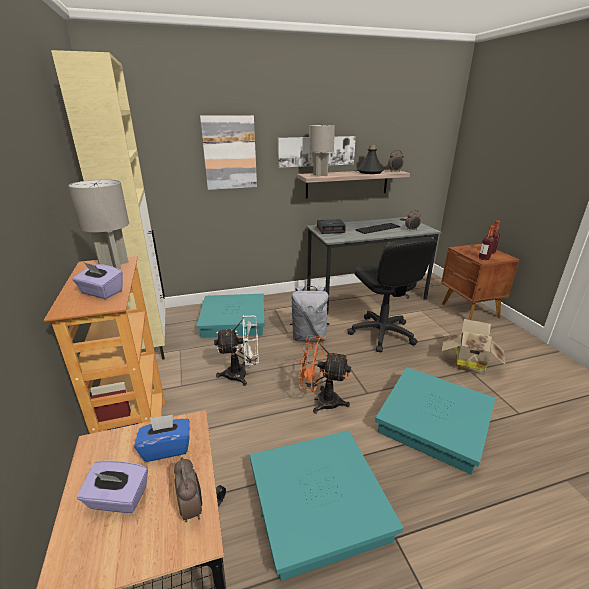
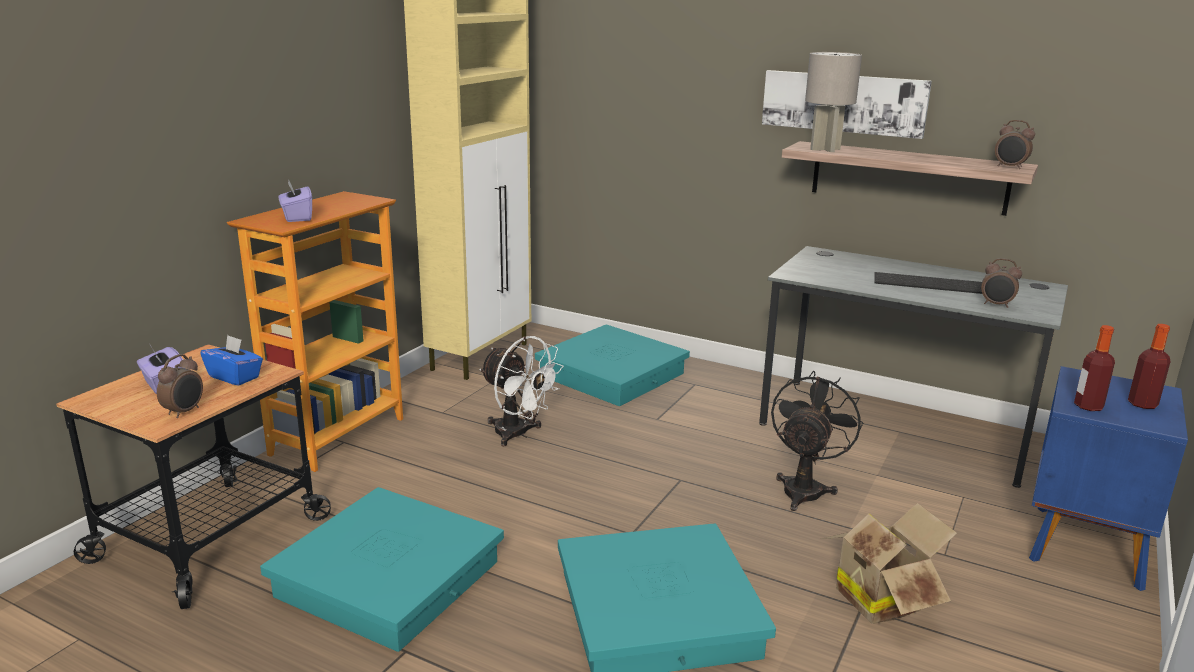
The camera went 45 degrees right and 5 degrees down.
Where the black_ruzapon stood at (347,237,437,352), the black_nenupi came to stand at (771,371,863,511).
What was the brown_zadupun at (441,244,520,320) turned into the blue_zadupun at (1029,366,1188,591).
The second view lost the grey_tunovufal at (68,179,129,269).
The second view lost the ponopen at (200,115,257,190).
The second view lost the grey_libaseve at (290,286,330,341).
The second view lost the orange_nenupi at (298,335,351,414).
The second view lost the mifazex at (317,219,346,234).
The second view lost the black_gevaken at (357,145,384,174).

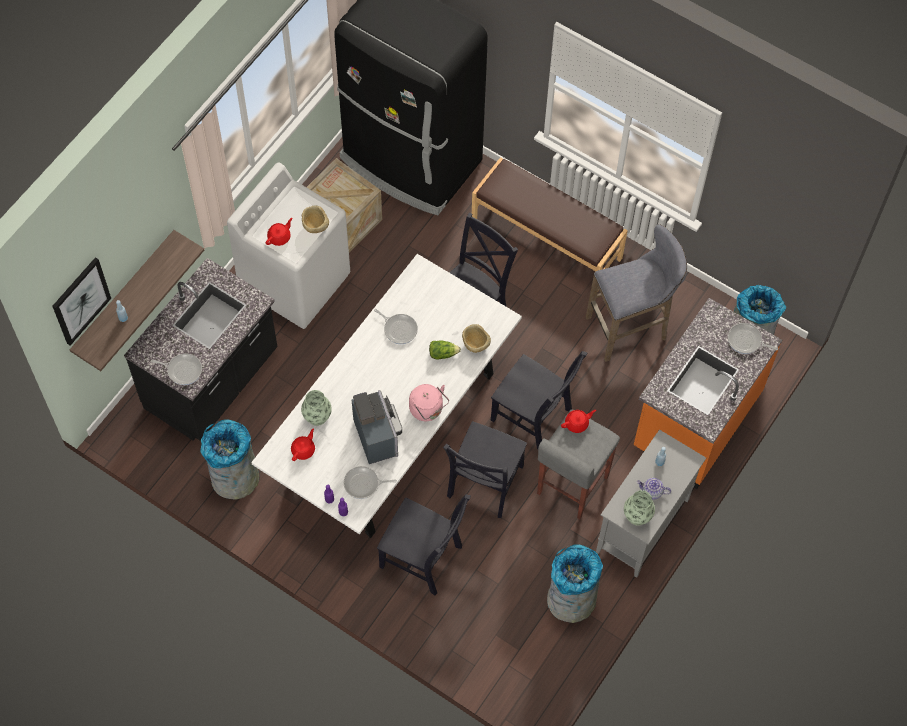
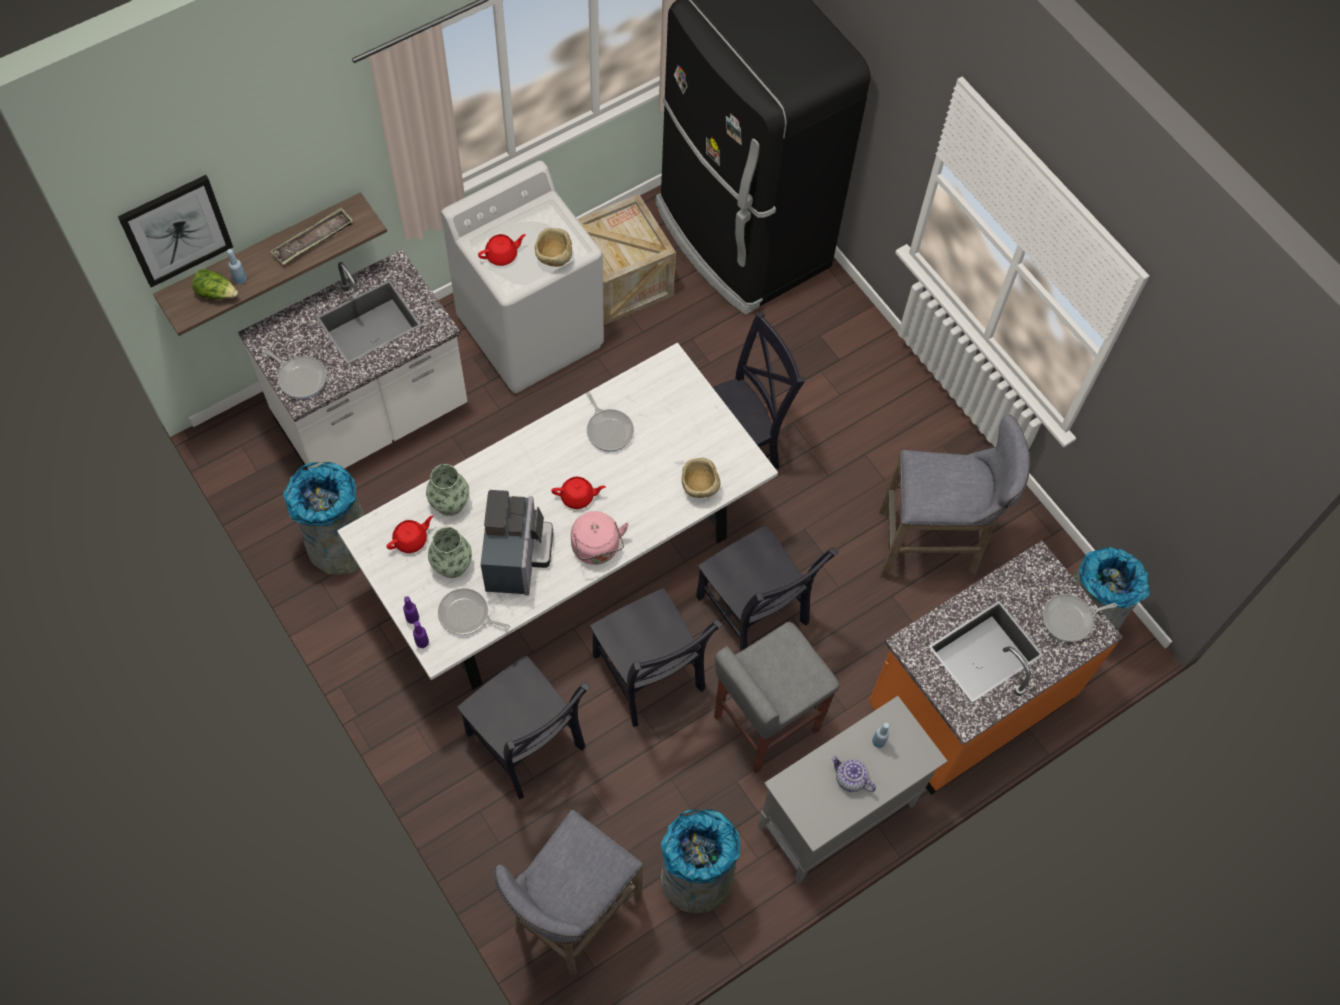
The camera went 20 degrees right and 0 degrees up.
The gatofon ended up elsewhere, having gone from (429,341,461,359) to (192,269,238,300).
What was the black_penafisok at (124,258,277,441) turned into the white_penafisok at (238,250,468,470).
The second view gained the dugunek at (271,208,353,265).
The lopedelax ended up elsewhere, having gone from (624,490,655,526) to (428,527,472,578).
The second view gained the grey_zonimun at (494,810,643,977).
The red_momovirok ended up elsewhere, having gone from (561,410,596,433) to (551,477,606,509).
The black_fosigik at (443,421,527,518) ended up facing another way, 75 degrees counterclockwise from before.
The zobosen at (728,323,778,354) ended up facing another way, 60 degrees counterclockwise from before.
The second view lost the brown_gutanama at (472,157,628,291).

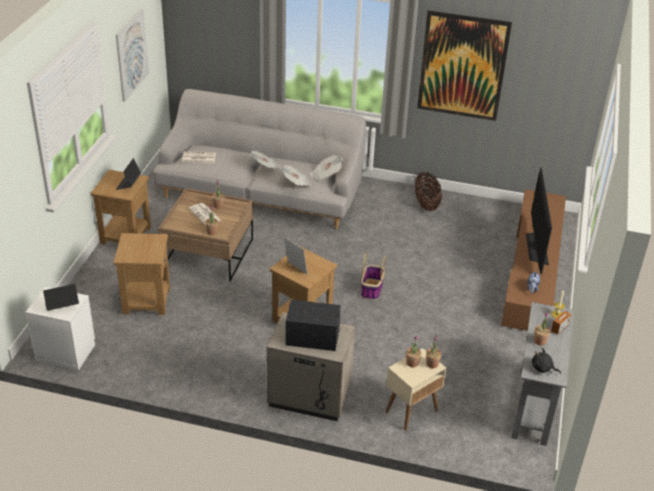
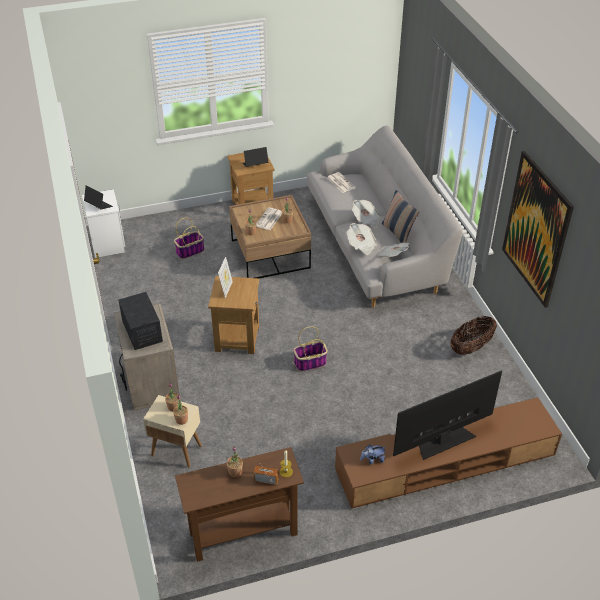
The camera went 60 degrees right and 5 degrees up.
Where the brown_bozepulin stood at (114,233,170,315), the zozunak came to stand at (174,218,204,259).
What was the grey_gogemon at (511,302,573,446) turned into the brown_gogemon at (175,447,304,562).
The second view gained the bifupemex at (382,190,419,243).
The second view lost the ponopen at (116,9,149,102).
The second view lost the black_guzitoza at (532,348,561,374).

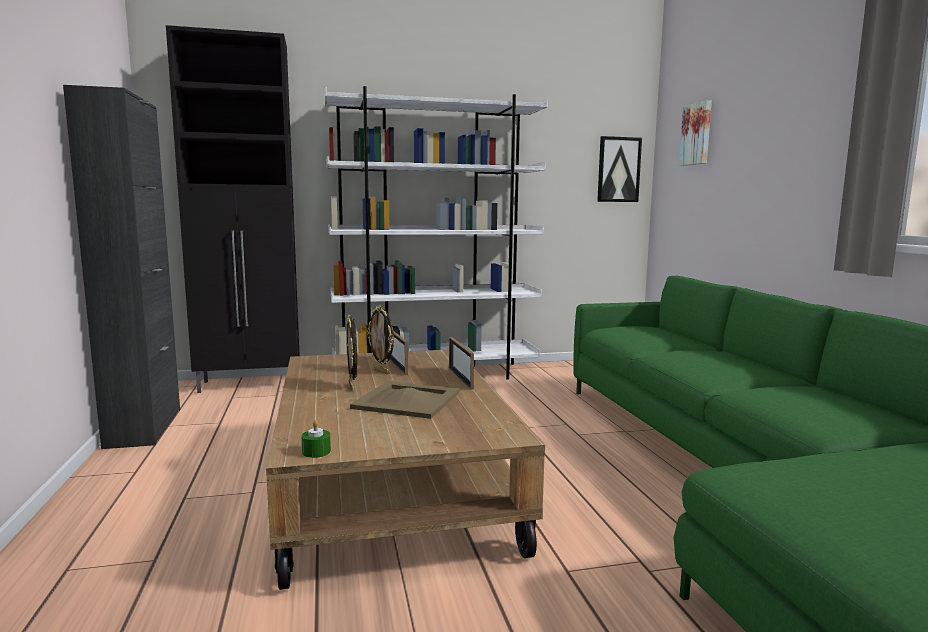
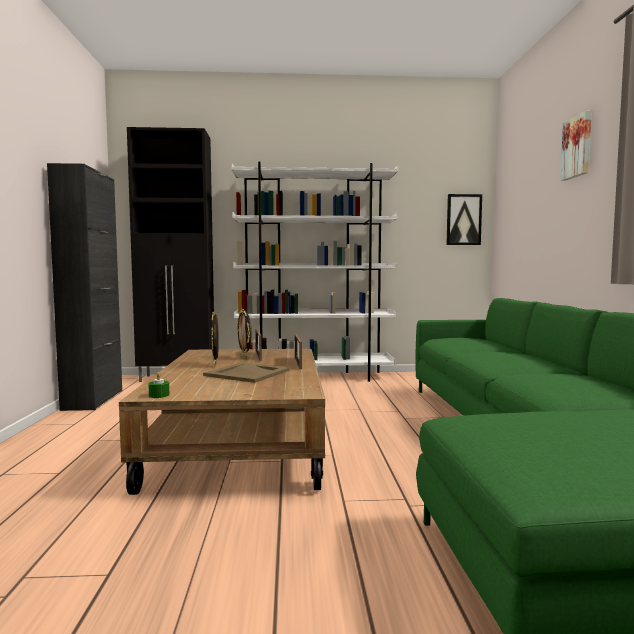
The camera went 10 degrees right and 5 degrees down.
The ponopen ended up elsewhere, having gone from (679,100,712,166) to (560,110,592,181).

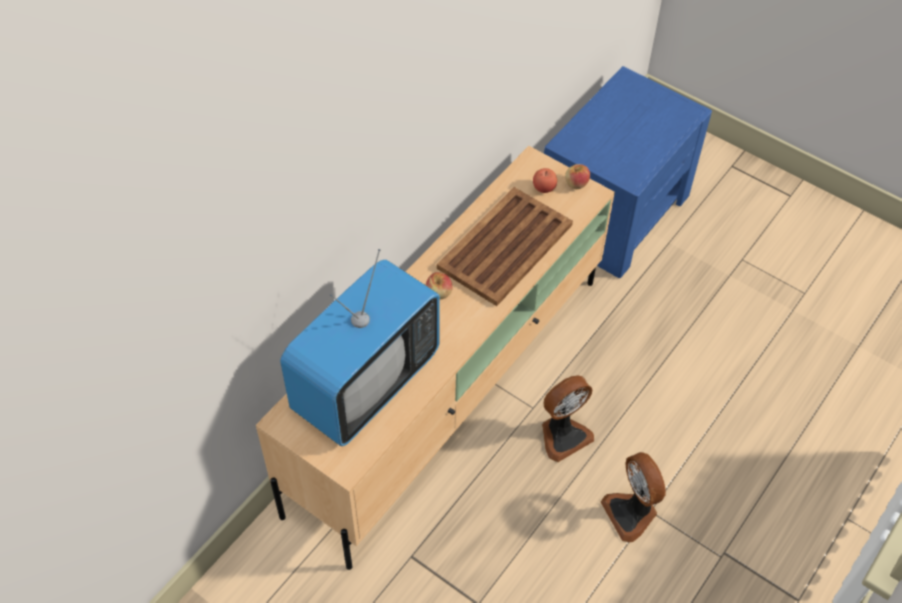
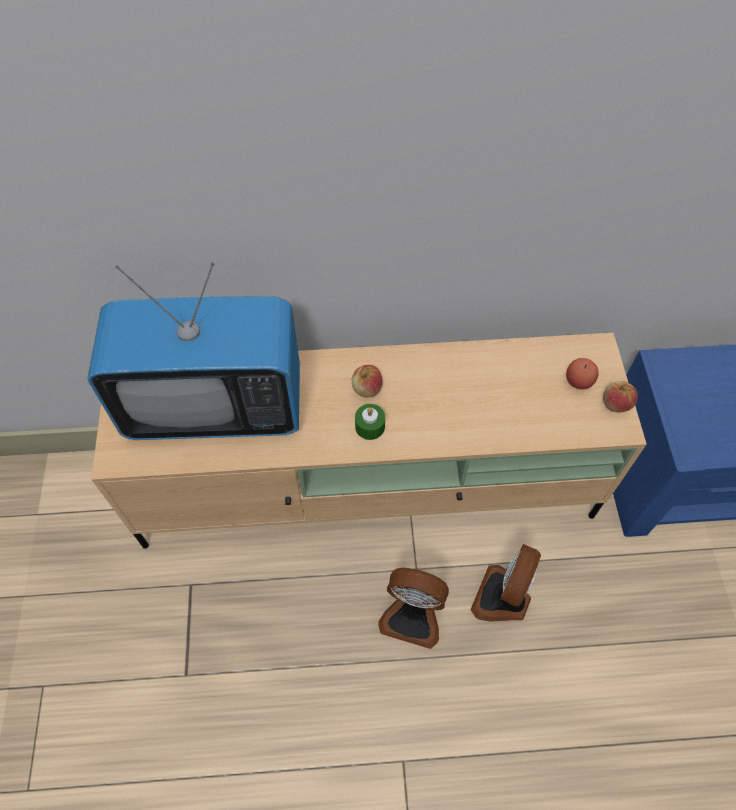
The camera went 50 degrees right and 5 degrees up.
The second view gained the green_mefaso at (355,404,385,440).
The nenupi ended up elsewhere, having gone from (601,452,666,542) to (471,544,541,622).
The second view lost the brown_dugunek at (437,187,573,306).

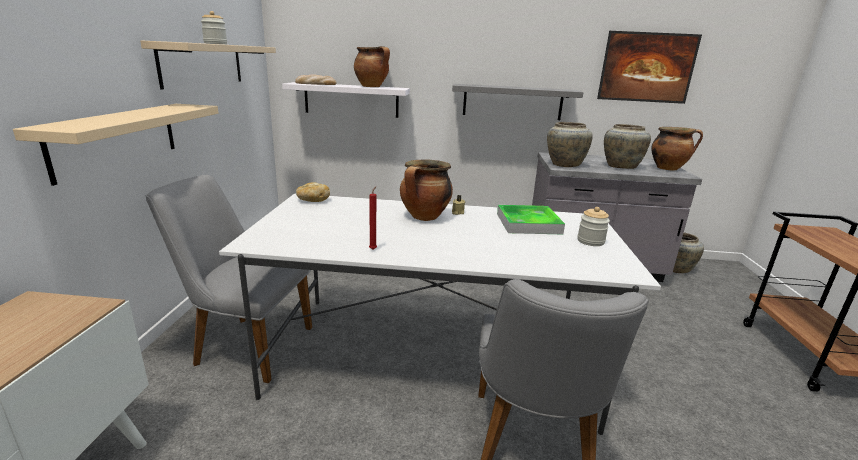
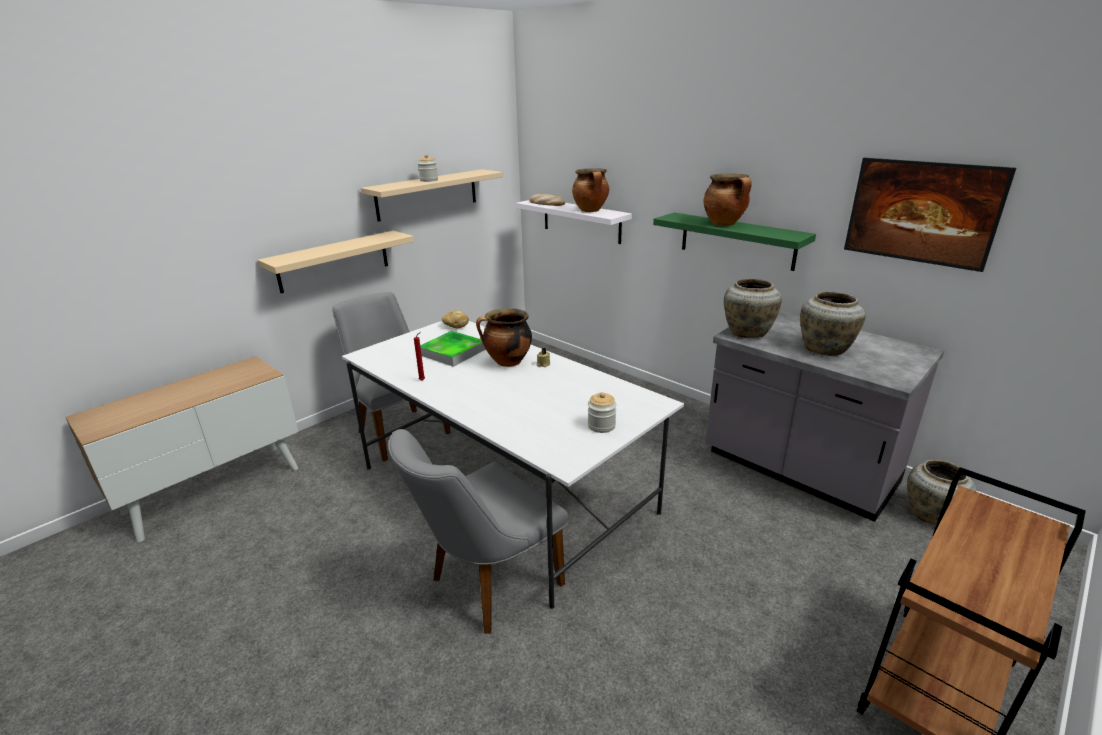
The camera went 40 degrees right and 5 degrees up.
The dugunek ended up elsewhere, having gone from (497,205,565,234) to (420,331,486,367).
What was the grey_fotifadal at (452,84,584,120) turned into the green_fotifadal at (653,212,816,271).
The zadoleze ended up elsewhere, having gone from (651,127,703,171) to (703,174,752,226).

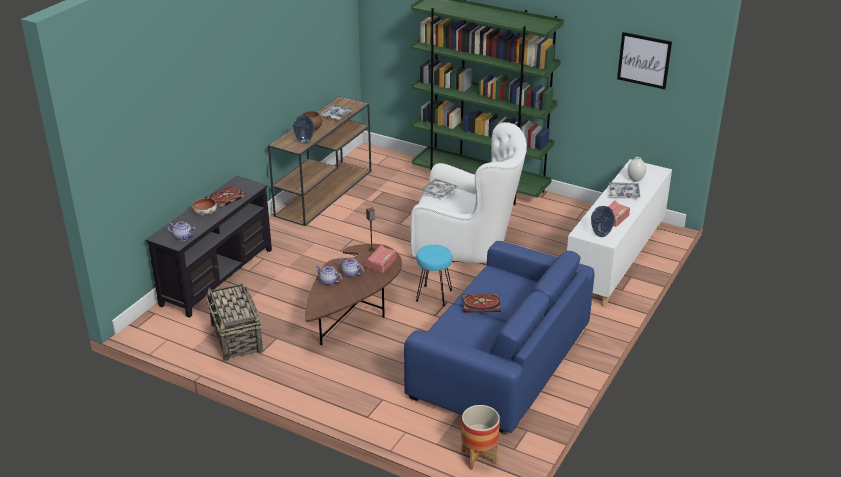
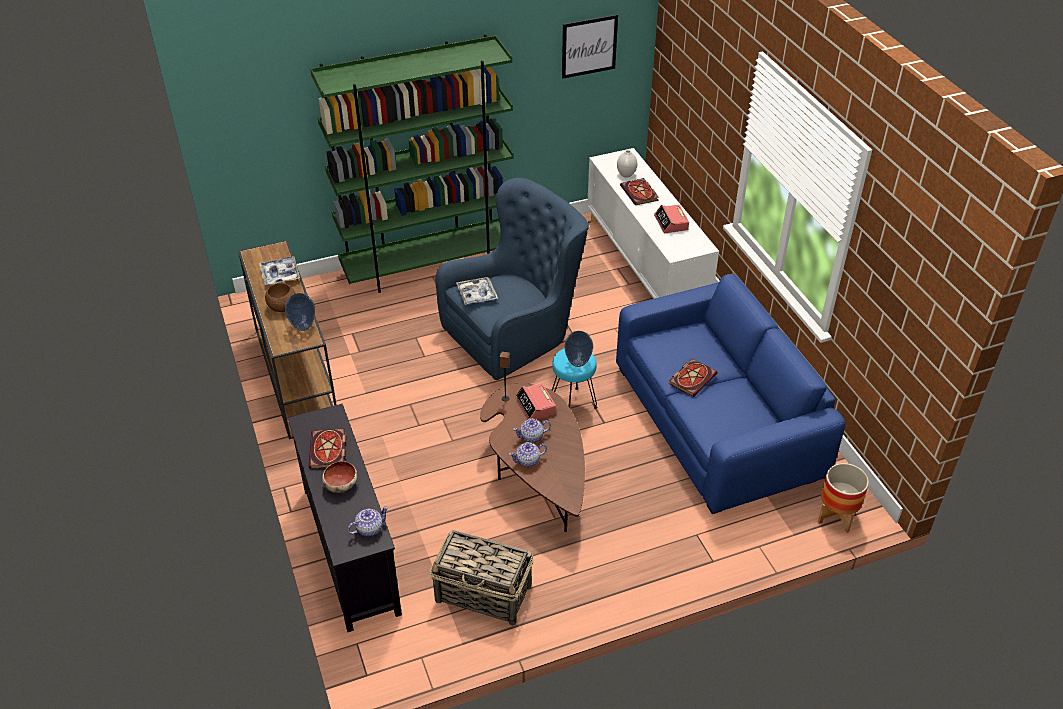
The camera went 50 degrees left and 10 degrees up.
What was the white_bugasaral at (411,122,527,263) turned into the blue_bugasaral at (436,178,589,380).
The lopedelax ended up elsewhere, having gone from (591,206,615,237) to (564,331,593,367).
Where the dugunek stood at (609,182,640,198), the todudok came to stand at (620,178,659,205).

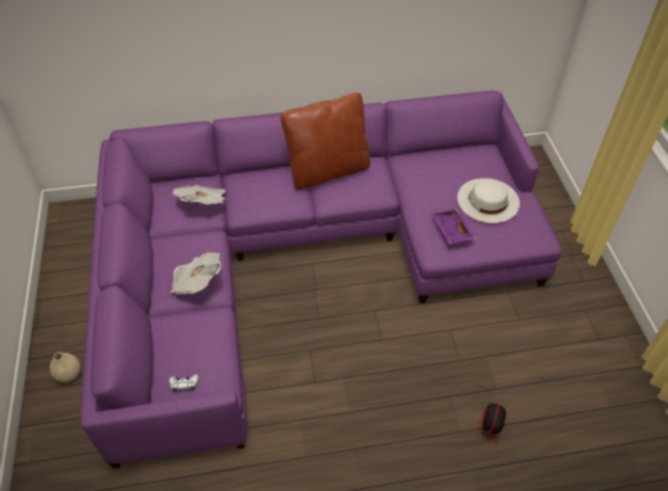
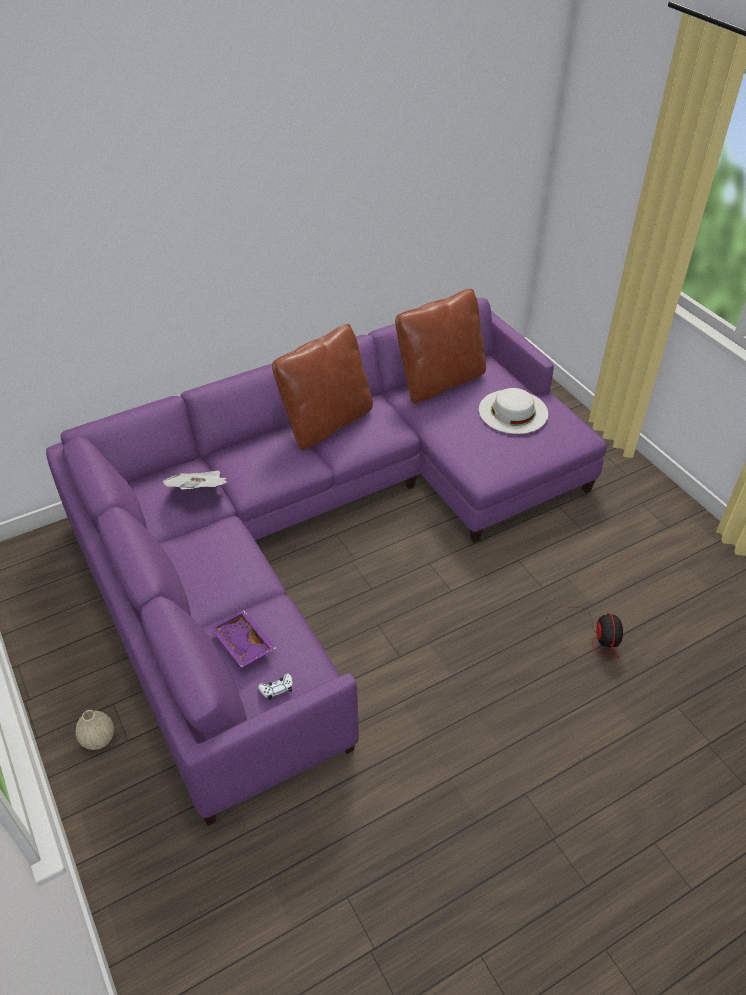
The camera went 20 degrees left and 5 degrees down.
The purple_dugunek ended up elsewhere, having gone from (432,209,476,244) to (210,610,276,668).
The second view gained the brown_bifupemex at (395,289,486,404).
The second view lost the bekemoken at (170,252,221,294).

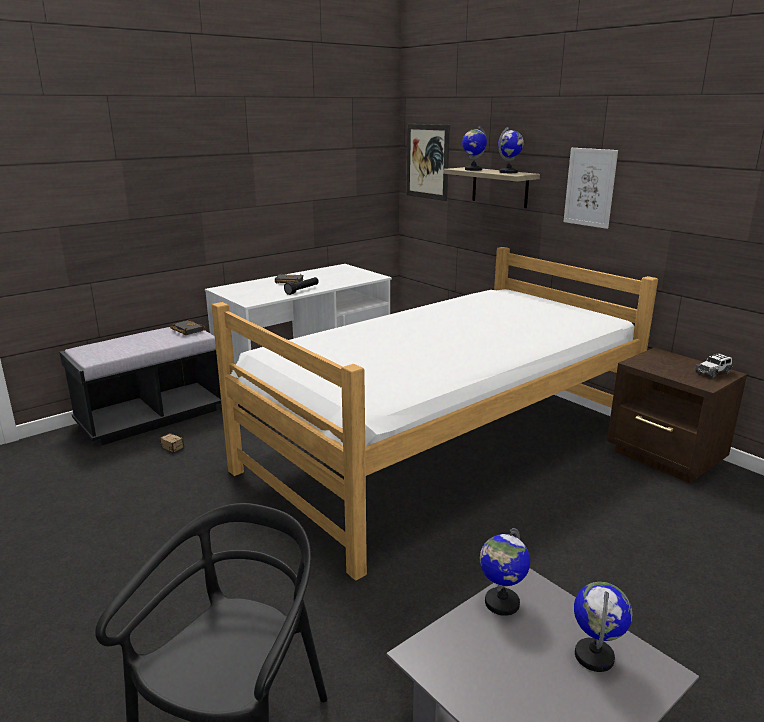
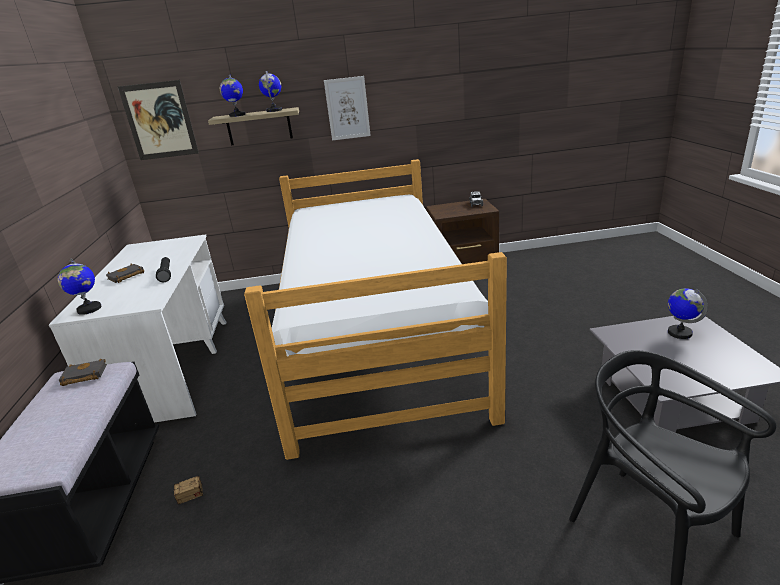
The camera went 55 degrees left and 5 degrees up.
The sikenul ended up elsewhere, having gone from (480,528,530,616) to (58,259,101,315).

